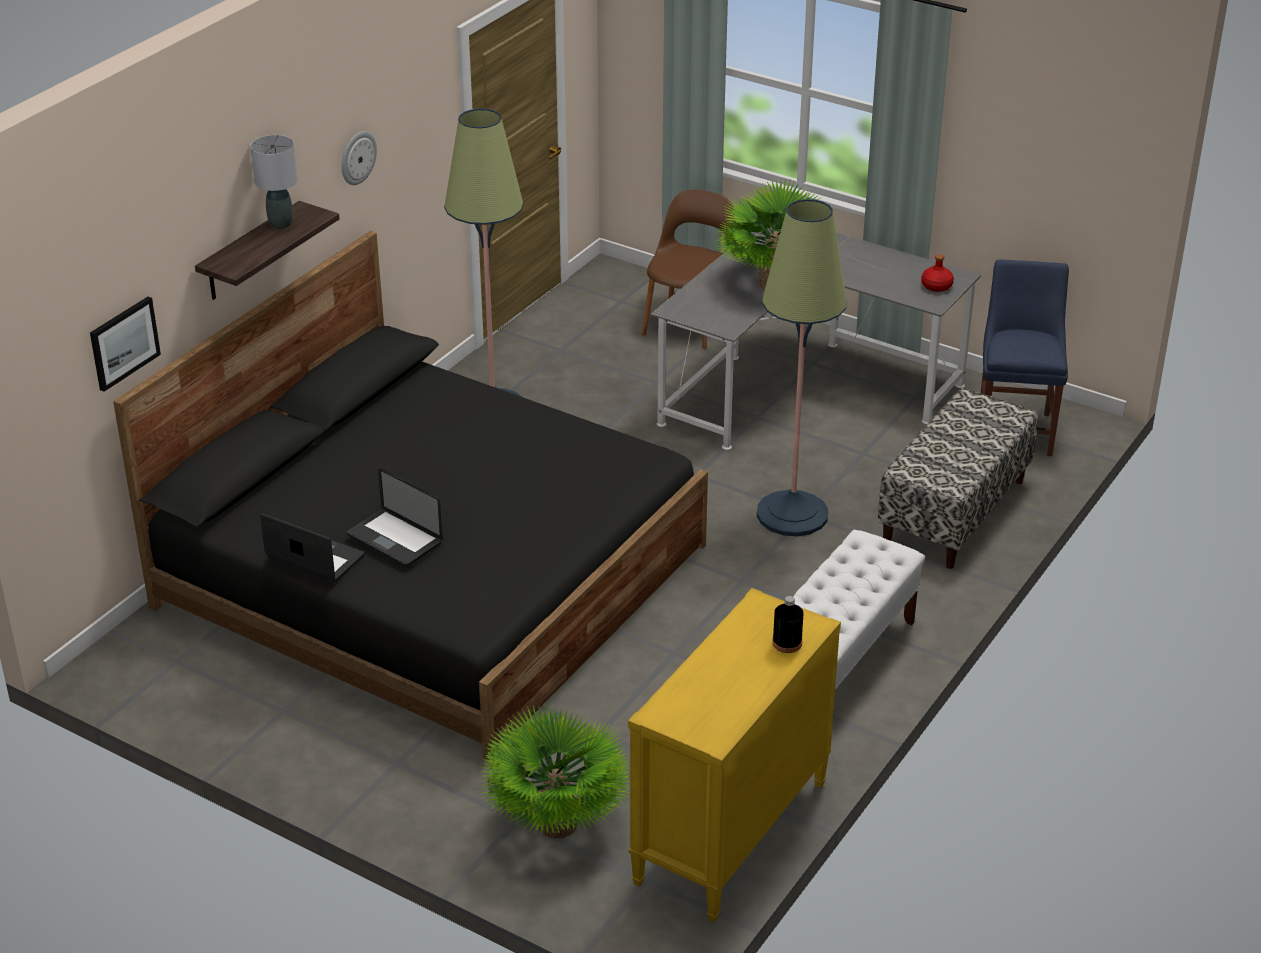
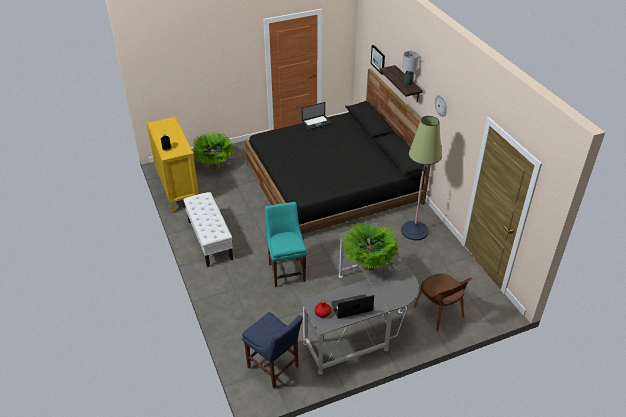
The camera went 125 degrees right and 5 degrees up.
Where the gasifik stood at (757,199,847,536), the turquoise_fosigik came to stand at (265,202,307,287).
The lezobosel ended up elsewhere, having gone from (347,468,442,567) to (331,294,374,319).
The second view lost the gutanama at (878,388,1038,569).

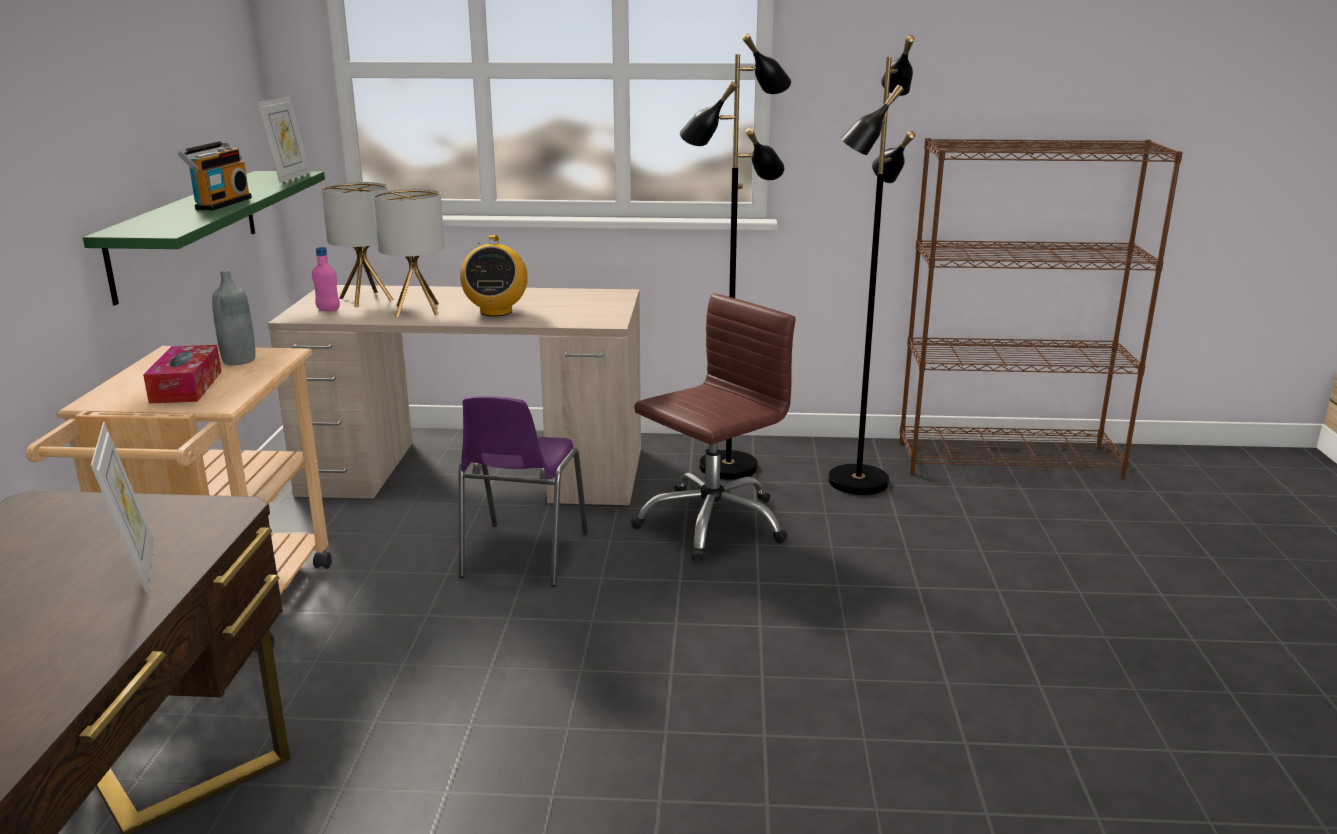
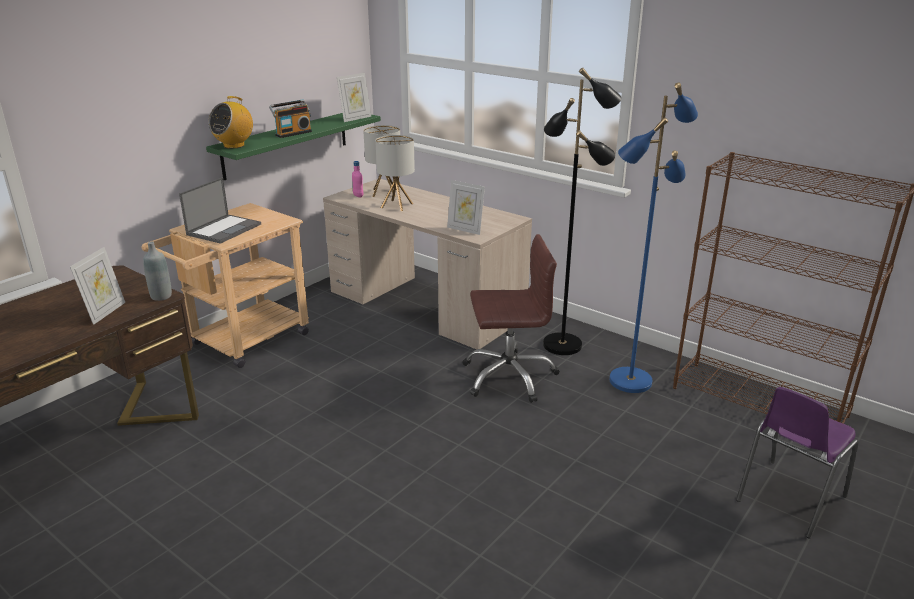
The camera went 35 degrees right and 5 degrees up.
The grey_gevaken ended up elsewhere, having gone from (212,269,255,365) to (143,242,172,301).
Where the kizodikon stood at (143,345,221,404), the lezobosel came to stand at (179,177,261,244).
The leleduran ended up elsewhere, having gone from (460,235,528,317) to (208,96,253,149).
The second view gained the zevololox at (447,180,485,235).
What was the black_gasifik at (828,35,915,495) turned into the blue_gasifik at (609,83,698,393).
The purple_fosigik ended up elsewhere, having gone from (459,396,588,587) to (736,387,859,538).

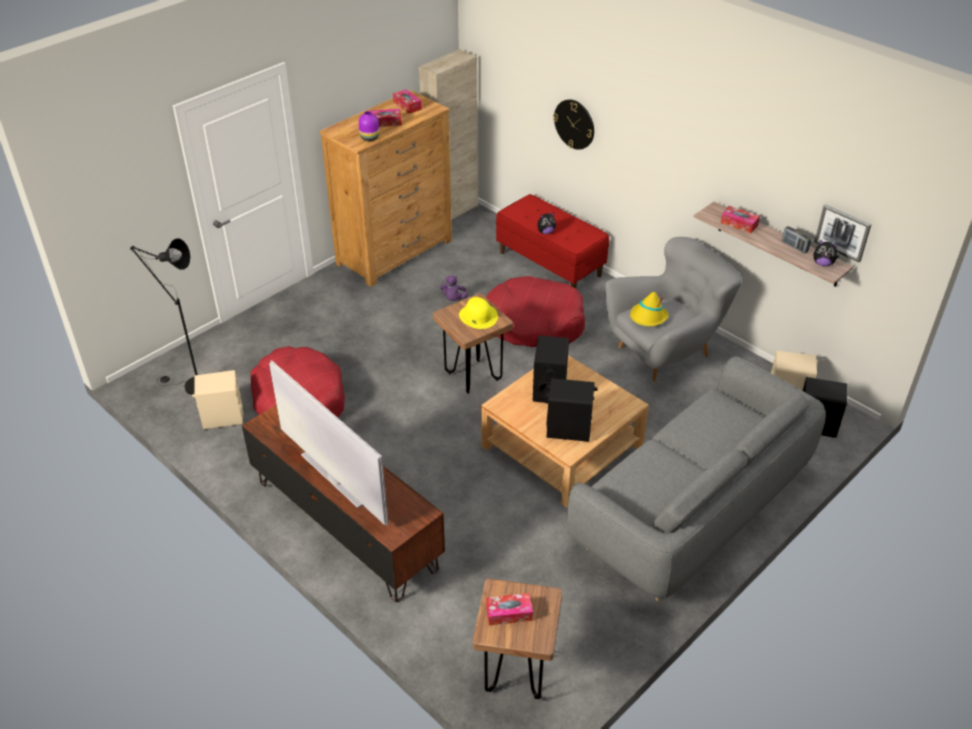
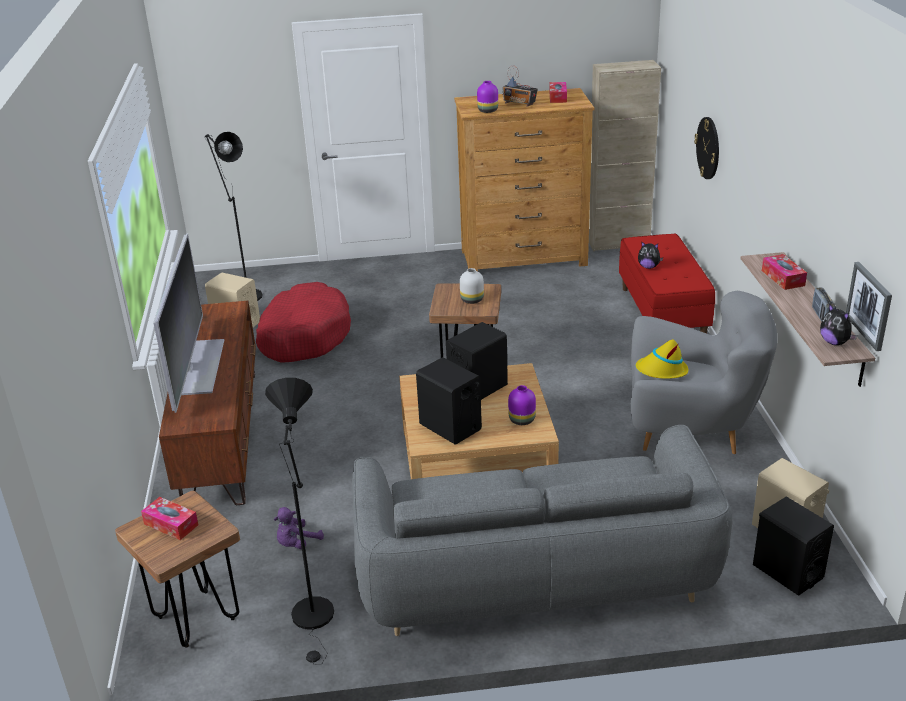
The camera went 40 degrees right and 10 degrees down.
The second view gained the black_gasifik at (265,378,334,665).
The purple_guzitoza ended up elsewhere, having gone from (440,275,468,301) to (274,507,324,549).
Where the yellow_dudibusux stood at (459,297,498,329), the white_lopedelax came to stand at (460,268,484,304).
Where the kizodikon stood at (371,109,402,127), the leleduran came to stand at (502,66,538,107).
The second view gained the purple_lopedelax at (508,385,536,425).
The second view lost the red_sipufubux at (487,276,585,347).

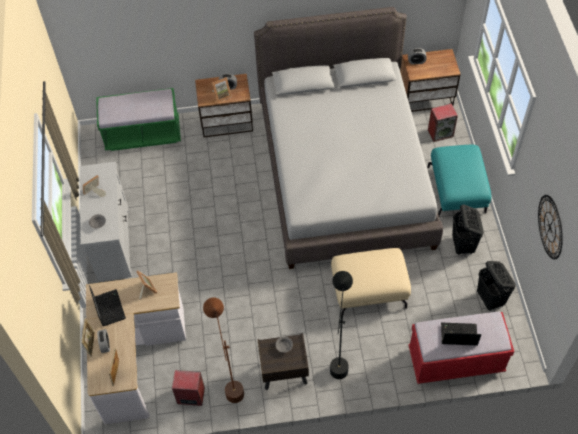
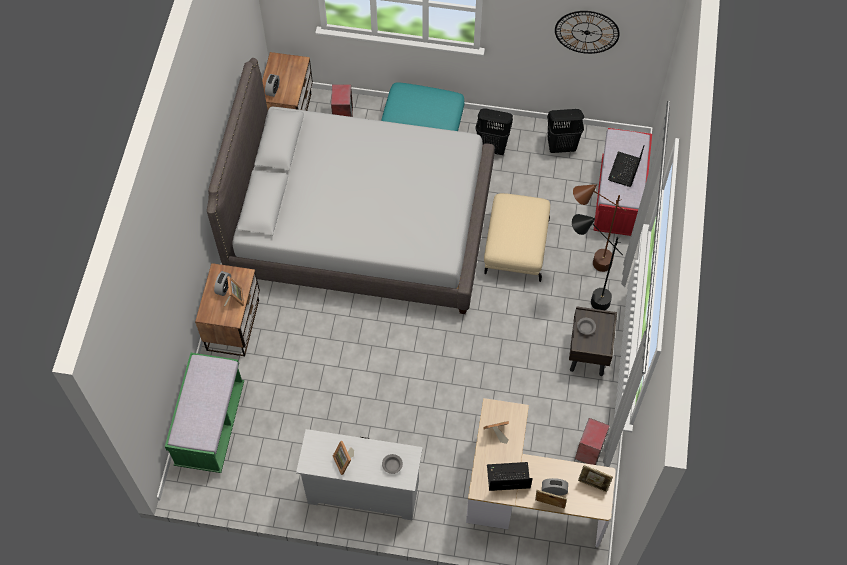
The camera went 75 degrees left and 5 degrees up.
The brown_gasifik ended up elsewhere, having gone from (203,297,244,403) to (573,184,626,272).

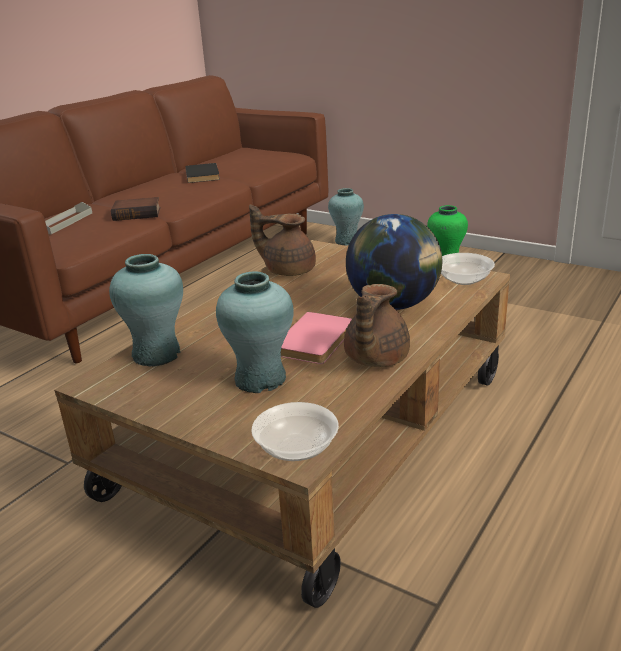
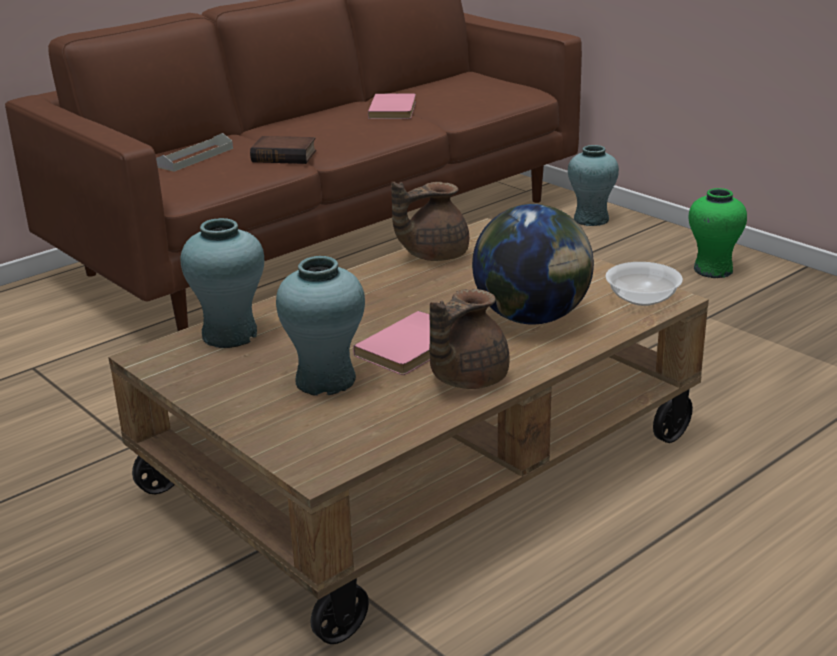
The camera went 15 degrees right and 0 degrees up.
What was the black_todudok at (185,163,220,183) turned into the pink_todudok at (368,93,416,119).
The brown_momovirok at (249,204,316,276) ended up facing another way, 60 degrees counterclockwise from before.
The second view lost the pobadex at (251,402,339,461).

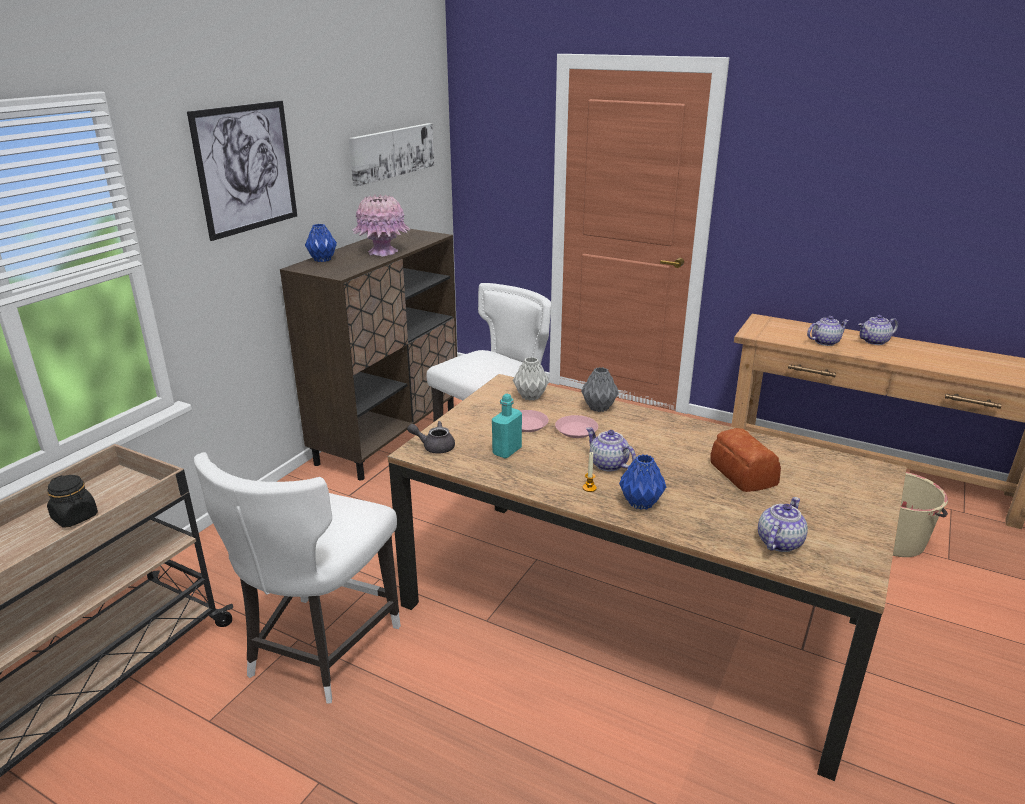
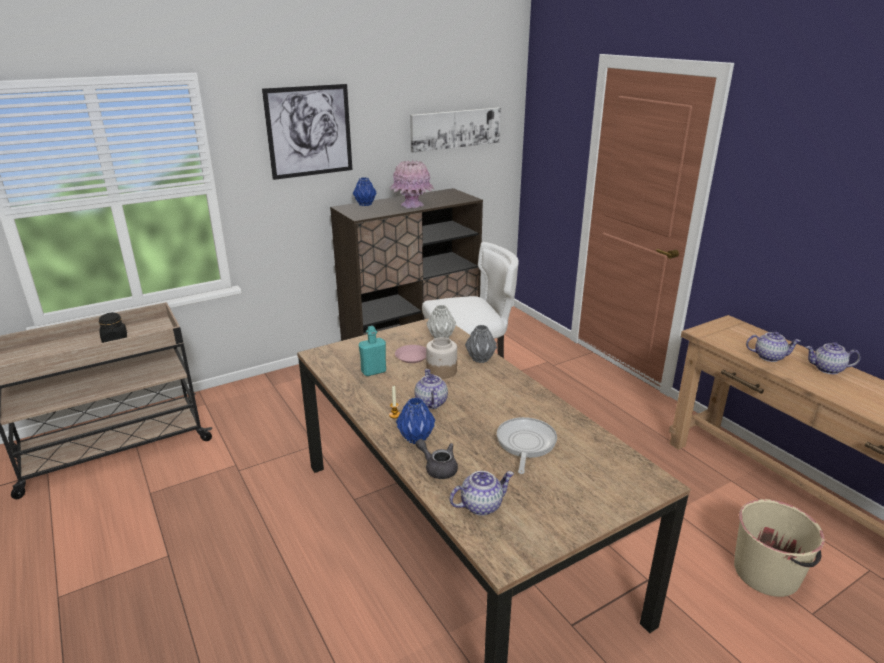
The camera went 30 degrees right and 0 degrees up.
The grey_momovirok ended up elsewhere, having gone from (407,421,455,454) to (415,439,458,479).
Where the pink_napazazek stood at (555,415,598,438), the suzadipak came to stand at (426,337,457,379).
Where the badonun stood at (710,428,781,492), the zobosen came to stand at (497,417,557,474).
The second view lost the white_fosigik at (194,452,401,703).

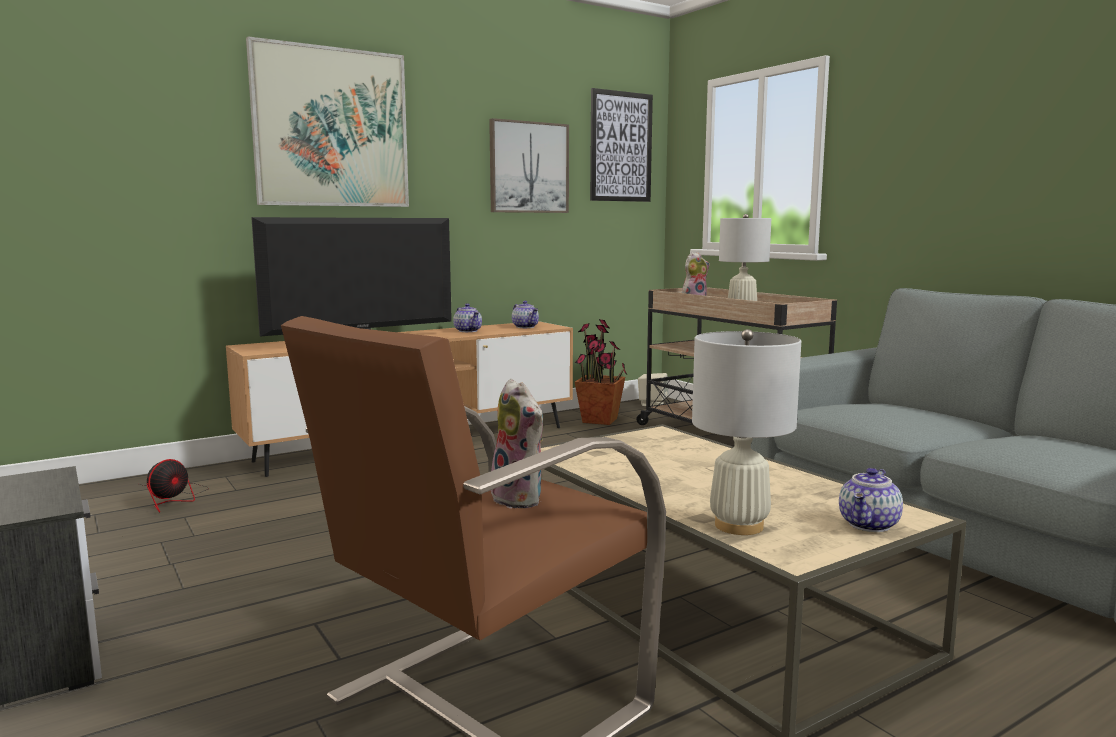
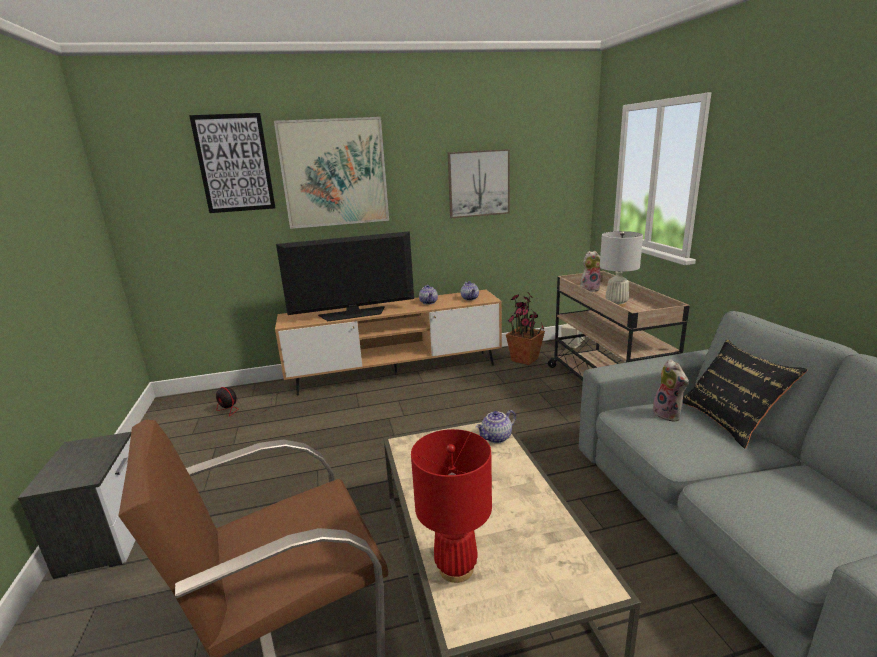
The camera went 20 degrees right and 10 degrees up.
The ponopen ended up elsewhere, having gone from (590,88,653,202) to (189,113,275,213).
The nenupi at (139,459,209,513) ended up facing another way, 75 degrees clockwise from before.
What was the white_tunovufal at (692,329,801,535) turned into the red_tunovufal at (411,429,492,583).
The momovirok ended up elsewhere, having gone from (839,468,903,532) to (476,410,516,443).
The guzitoza ended up elsewhere, having gone from (491,379,544,509) to (651,359,689,421).
The second view gained the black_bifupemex at (683,340,808,448).

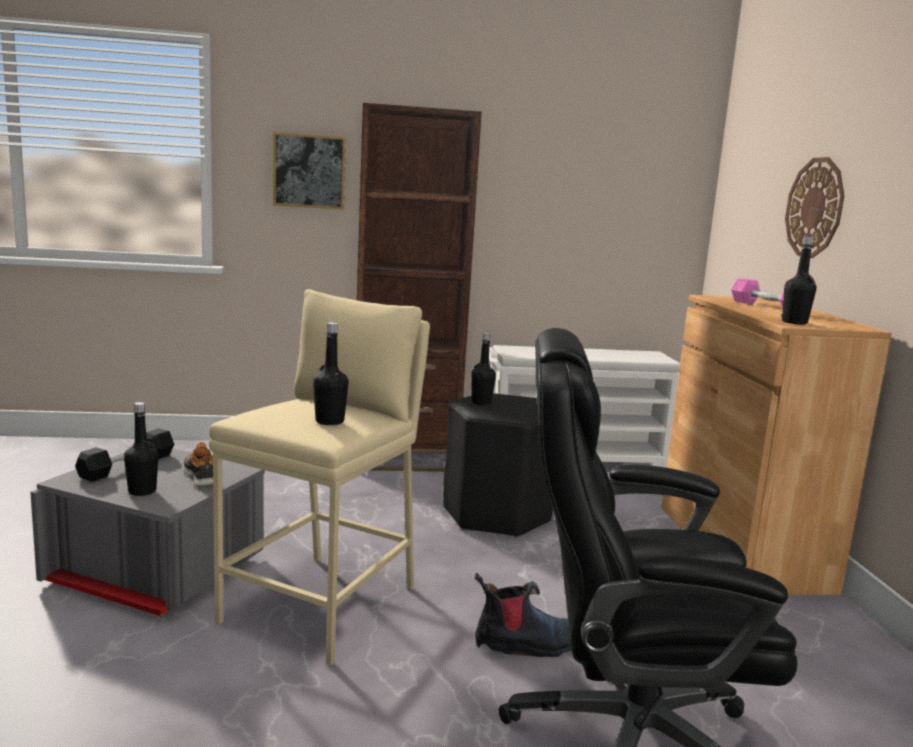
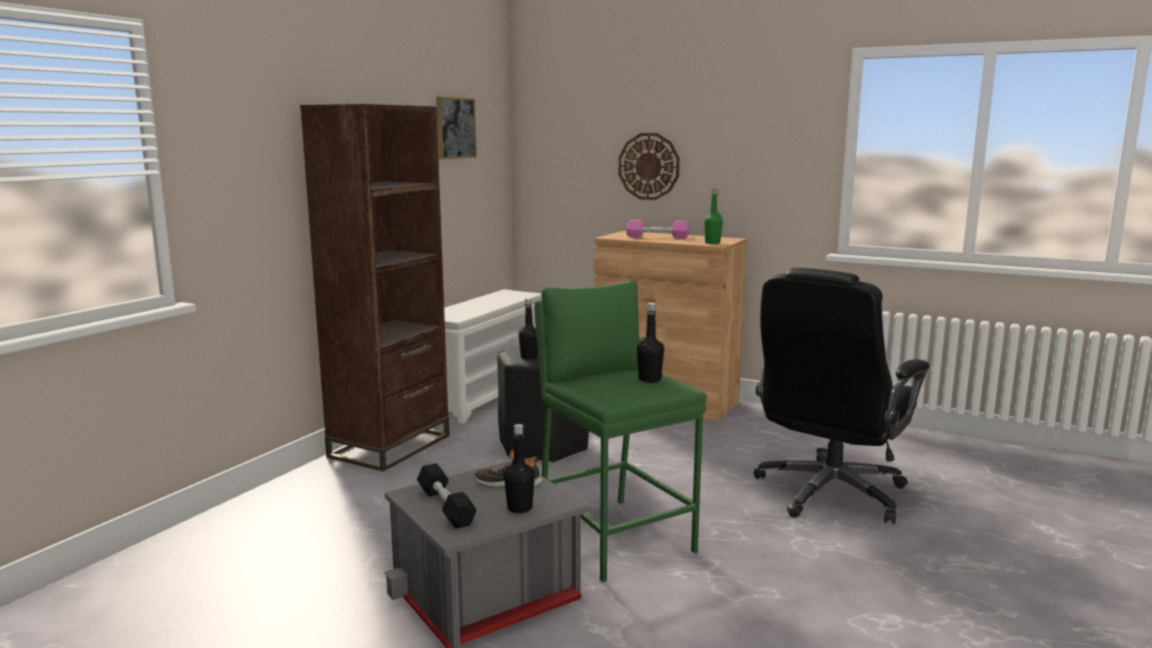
The camera went 55 degrees left and 0 degrees up.
The ponopen ended up elsewhere, having gone from (273,132,346,209) to (436,97,477,159).
What was the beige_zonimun at (209,289,430,666) turned into the green_zonimun at (534,280,707,582).
What was the black_gevaken at (781,236,817,325) turned into the green_gevaken at (704,189,723,244).
The second view lost the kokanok at (475,573,572,657).

